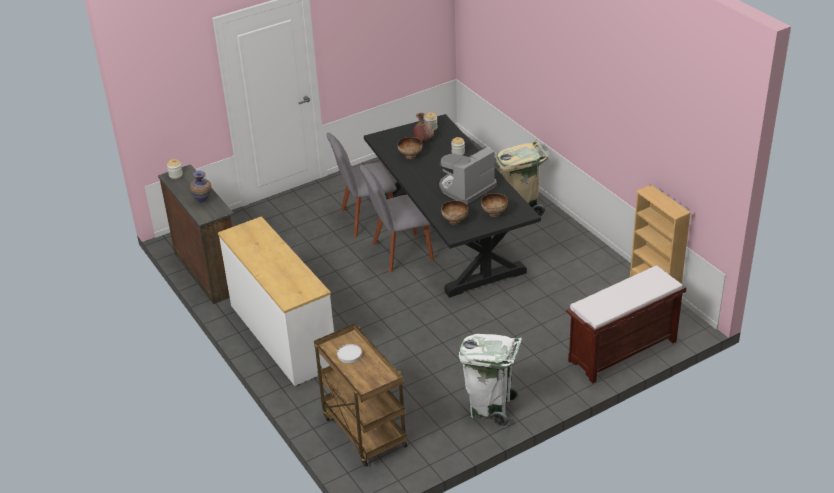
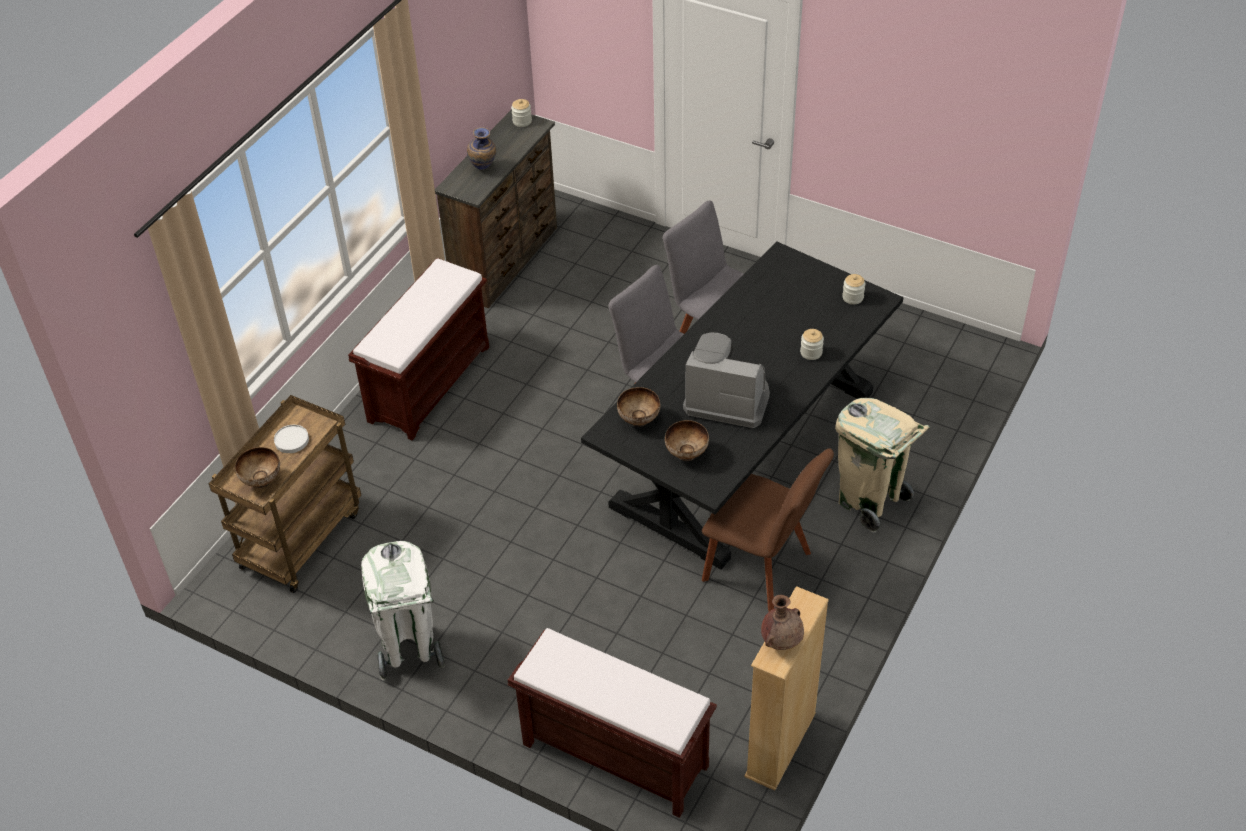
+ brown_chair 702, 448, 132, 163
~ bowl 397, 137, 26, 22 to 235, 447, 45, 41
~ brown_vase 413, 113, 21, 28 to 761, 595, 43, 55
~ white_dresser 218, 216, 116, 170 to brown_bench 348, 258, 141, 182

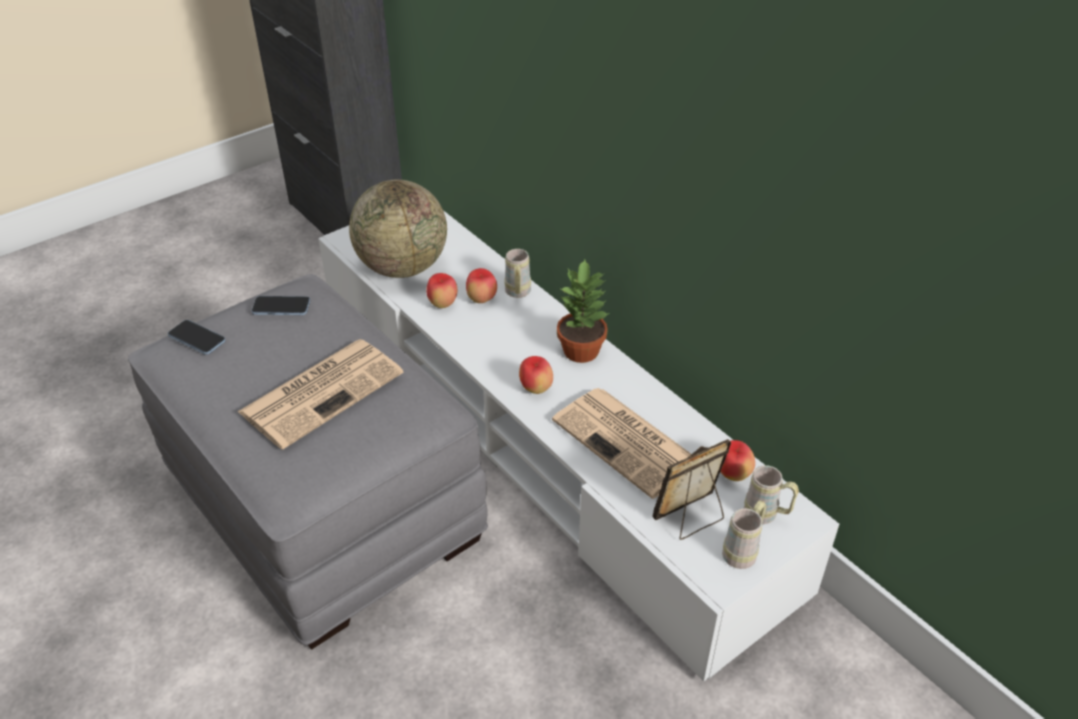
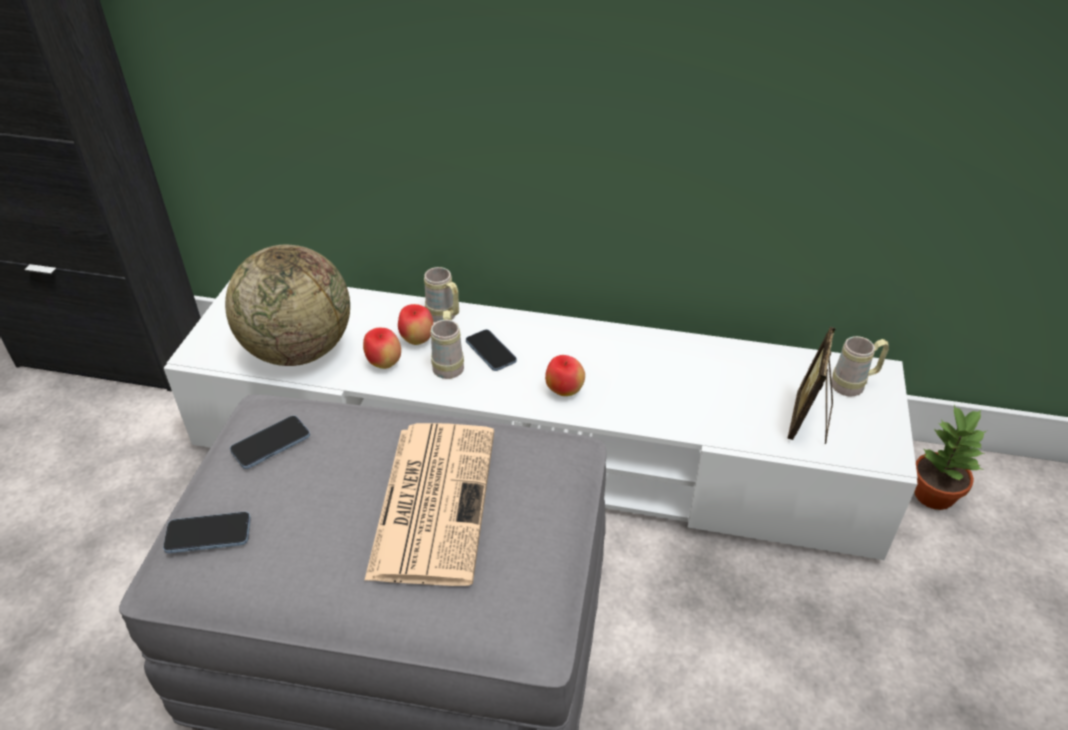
- newspaper 552, 388, 139, 111
- apple 720, 440, 35, 41
+ phone 466, 329, 51, 42
~ potted_plant 557, 259, 53, 104 to 914, 405, 72, 105
~ beige_mug 722, 500, 44, 69 to 431, 310, 33, 69

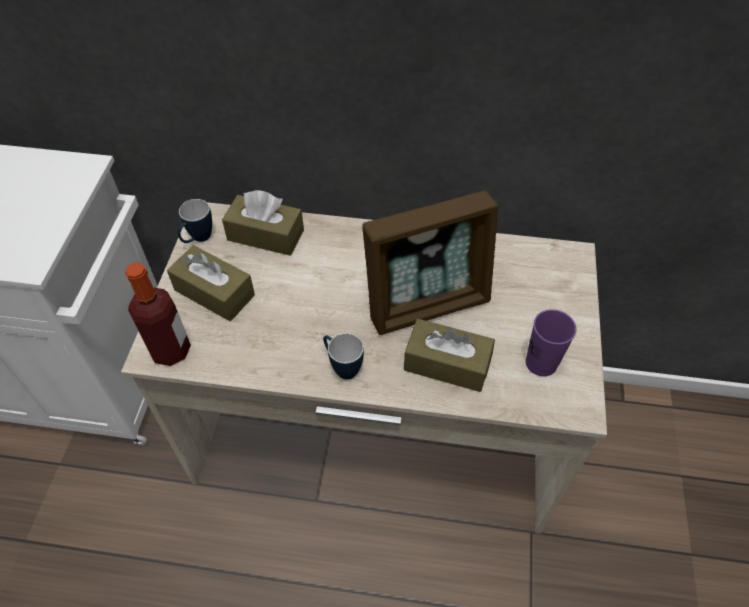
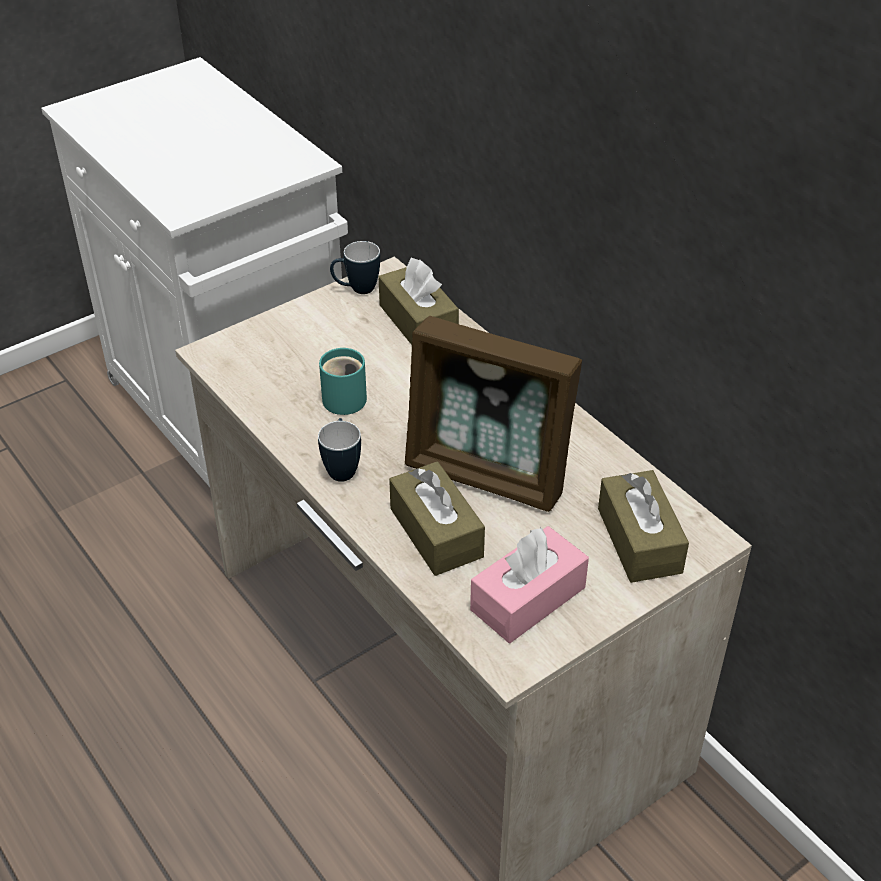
- bottle 125, 262, 66, 104
+ turquoise_mug 319, 348, 48, 67
~ brown_tissue_box 167, 245, 88, 76 to 598, 470, 91, 113
~ purple_cup 526, 309, 51, 67 to pink_tissue_box 470, 526, 119, 117

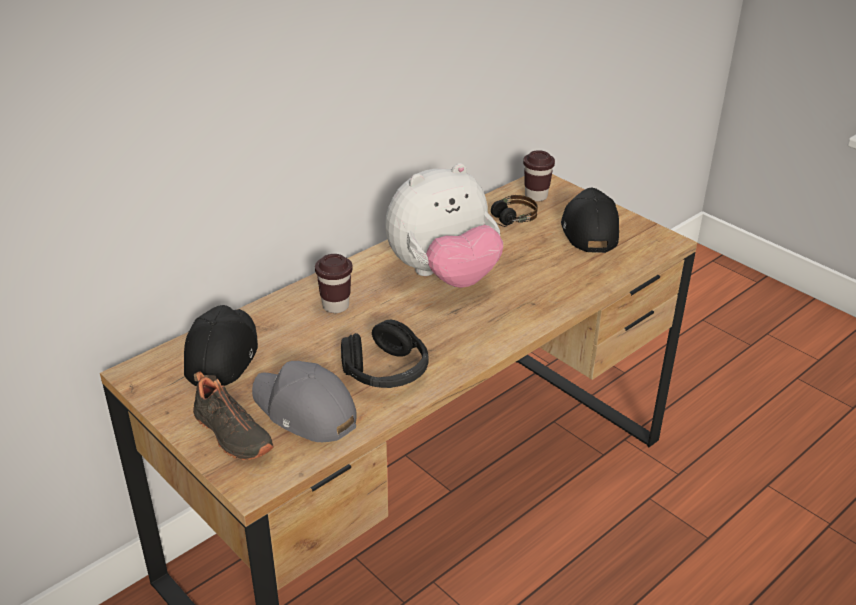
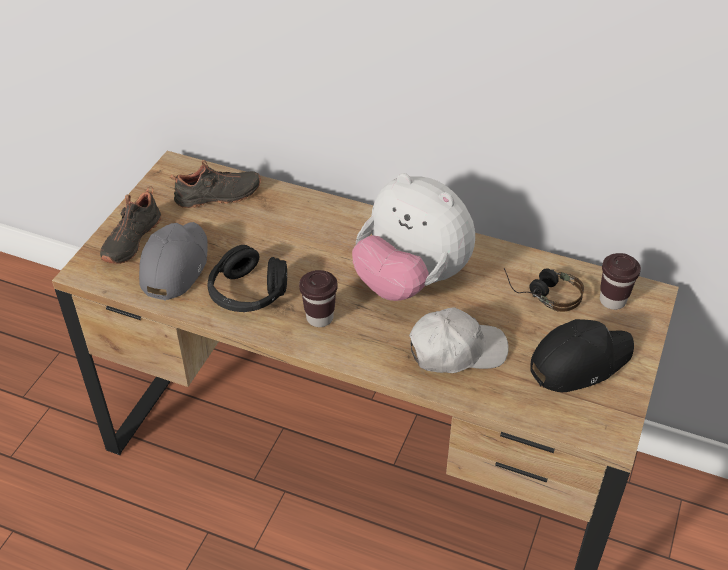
+ white_cap 409, 307, 99, 66
~ brown_cup 315, 254, 38, 59 to 299, 270, 39, 57
~ black_cap 184, 305, 74, 81 to black_shoe 170, 160, 91, 48

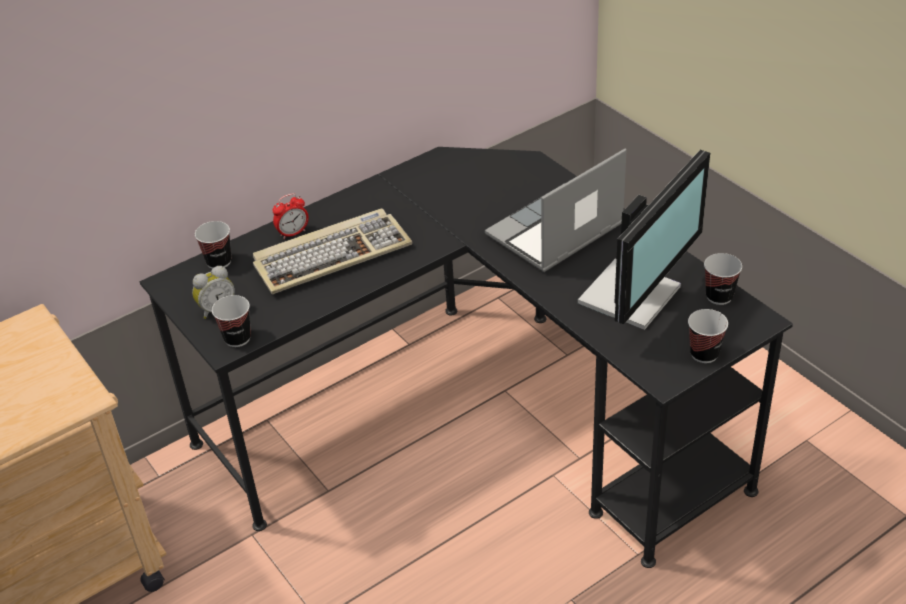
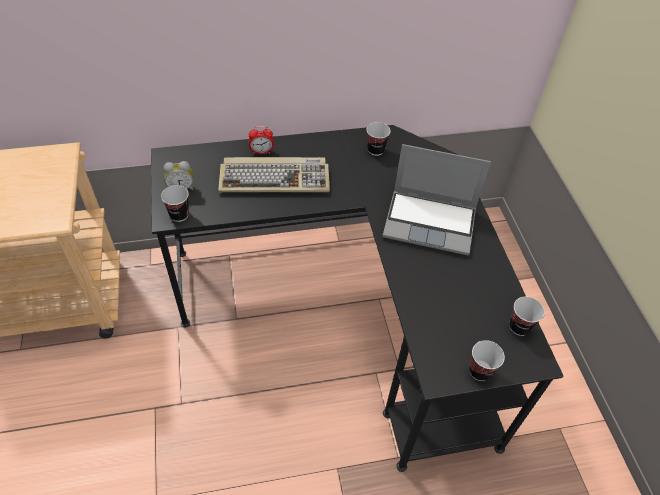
- monitor 578, 150, 132, 180
~ cup 195, 221, 36, 48 to 366, 122, 25, 34
~ laptop 485, 149, 141, 123 = 382, 144, 109, 111 150 degrees counterclockwise

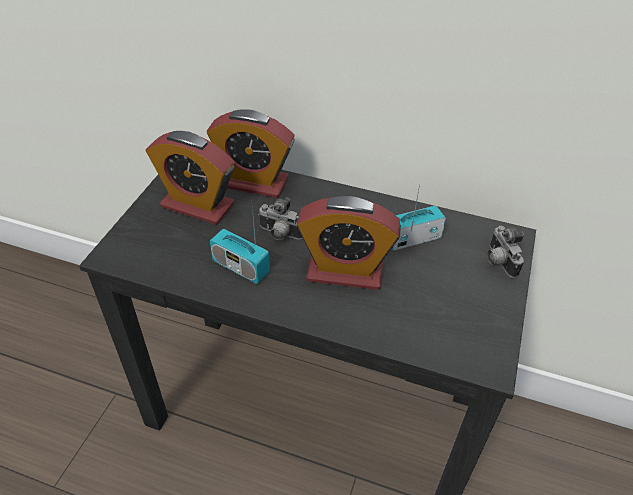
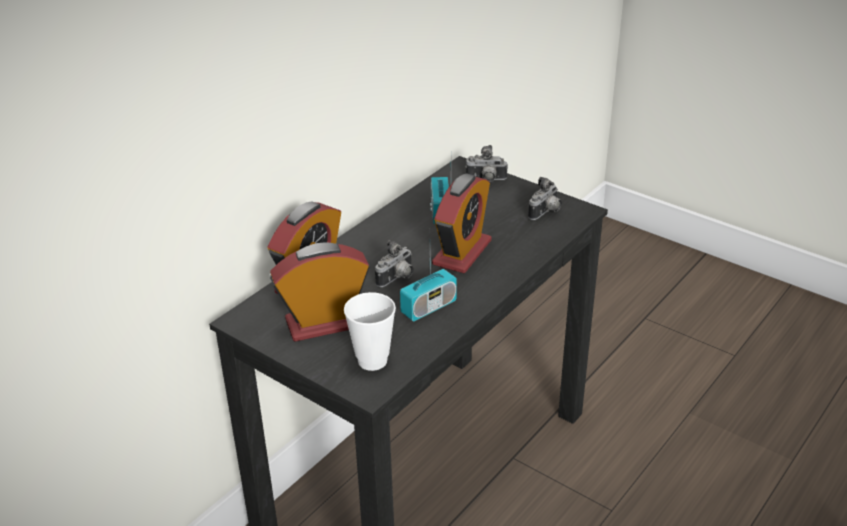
+ cup 344, 292, 52, 79
+ photo_camera 528, 177, 34, 43
~ alarm_clock 146, 131, 88, 94 = 270, 243, 99, 99 150 degrees counterclockwise

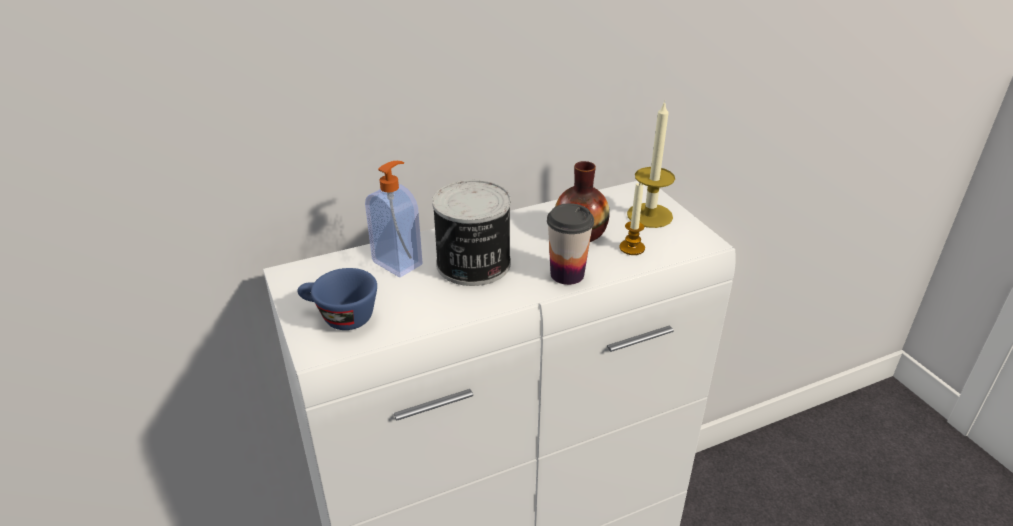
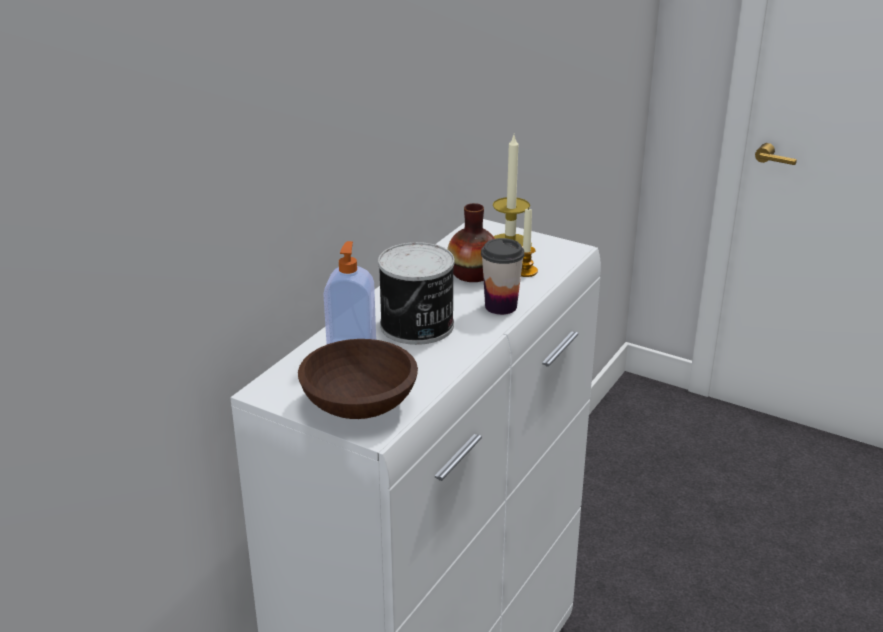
~ blue_cup 297, 268, 80, 62 to brown_bowl 298, 339, 120, 80

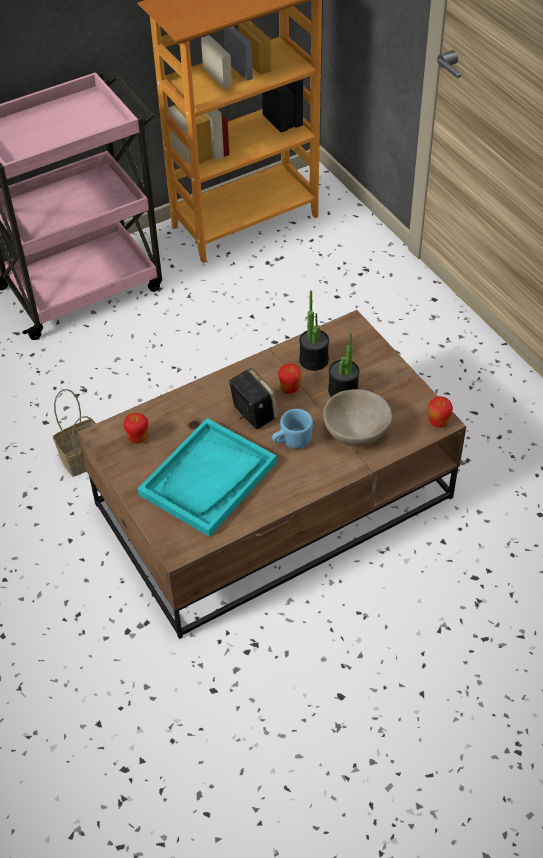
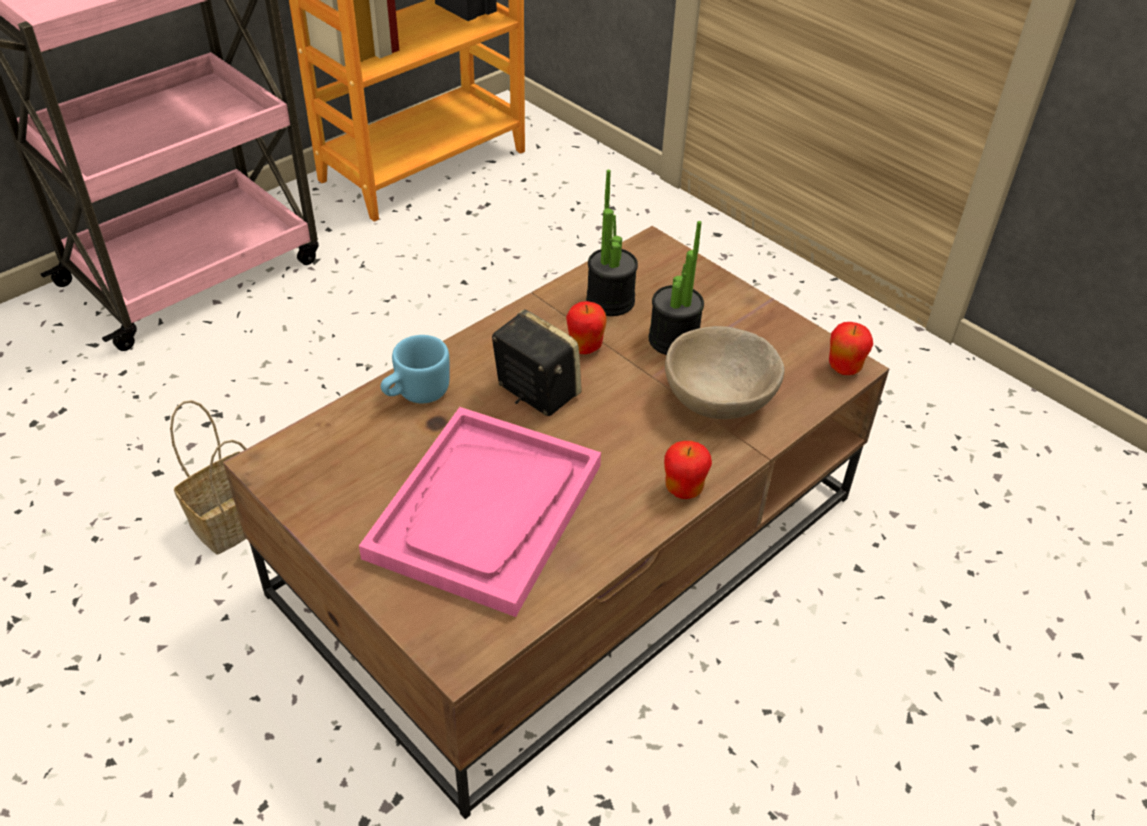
~ apple 123, 413, 25, 31 to 664, 441, 48, 58
~ blue_mug 272, 409, 41, 40 to 381, 335, 68, 69
~ turquoise_tray 138, 418, 139, 119 to pink_tray 359, 407, 242, 210

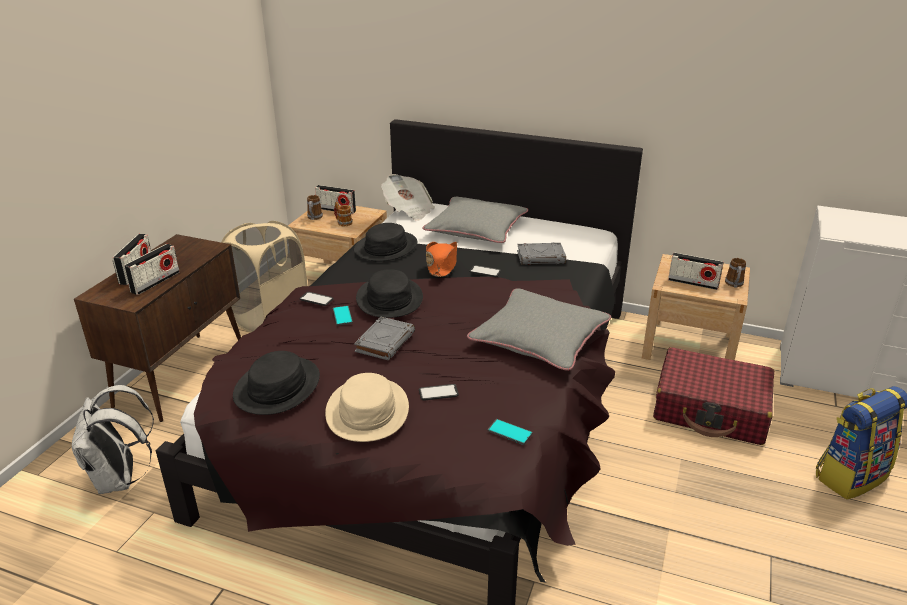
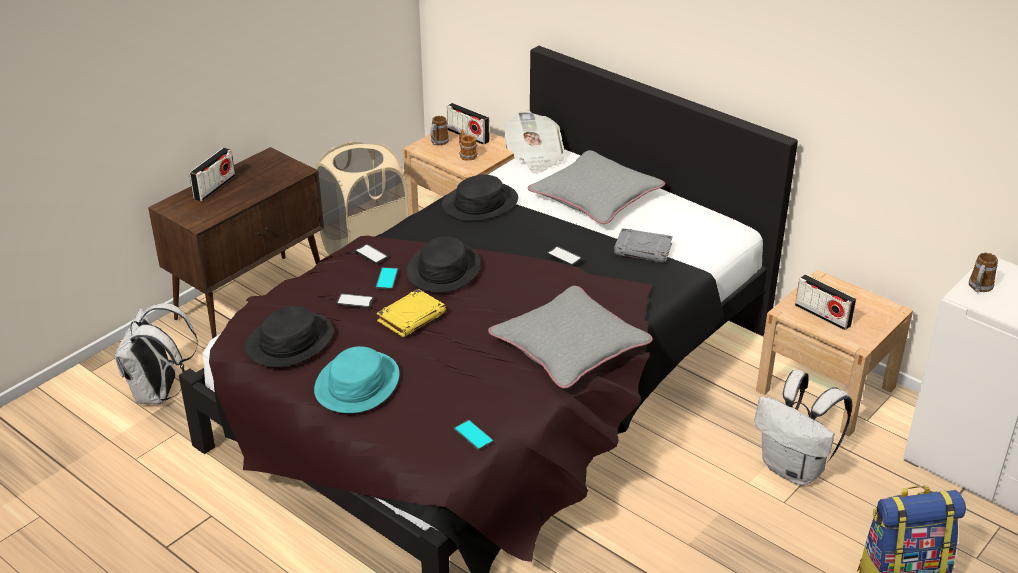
- radio 124, 244, 56, 51
- orange_hat 426, 242, 31, 35
~ phone 419, 384, 40, 17 to 336, 293, 38, 15
~ mug 725, 258, 21, 30 to 969, 253, 29, 39
~ red_suitcase 653, 347, 121, 98 to white_backpack 754, 370, 98, 116
~ beige_hat 325, 373, 84, 69 to turquoise_hat 314, 346, 86, 67
~ grey_book 354, 317, 61, 43 to yellow_book 377, 289, 69, 48

